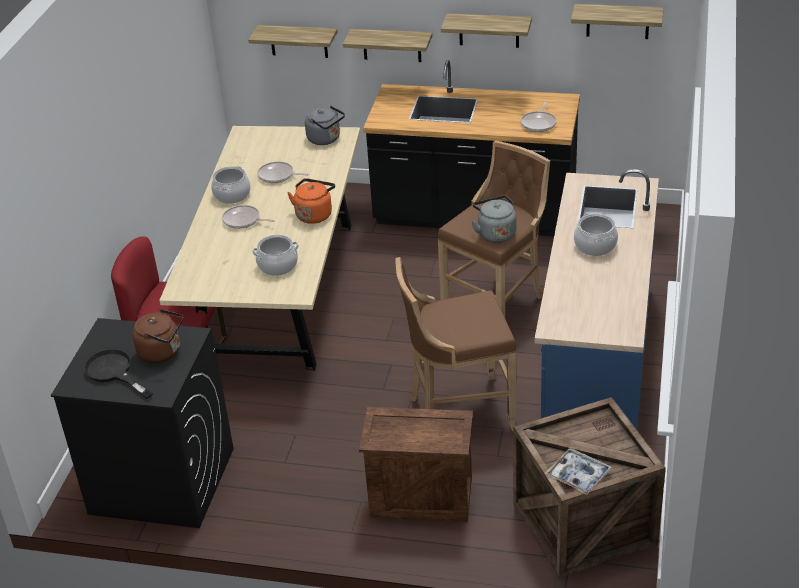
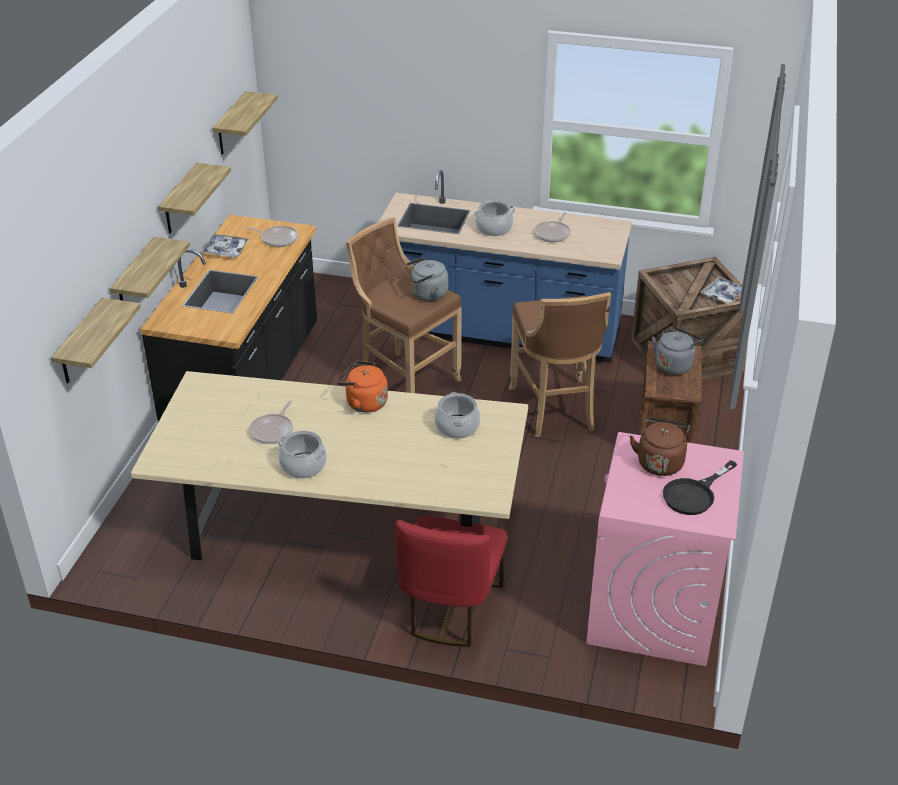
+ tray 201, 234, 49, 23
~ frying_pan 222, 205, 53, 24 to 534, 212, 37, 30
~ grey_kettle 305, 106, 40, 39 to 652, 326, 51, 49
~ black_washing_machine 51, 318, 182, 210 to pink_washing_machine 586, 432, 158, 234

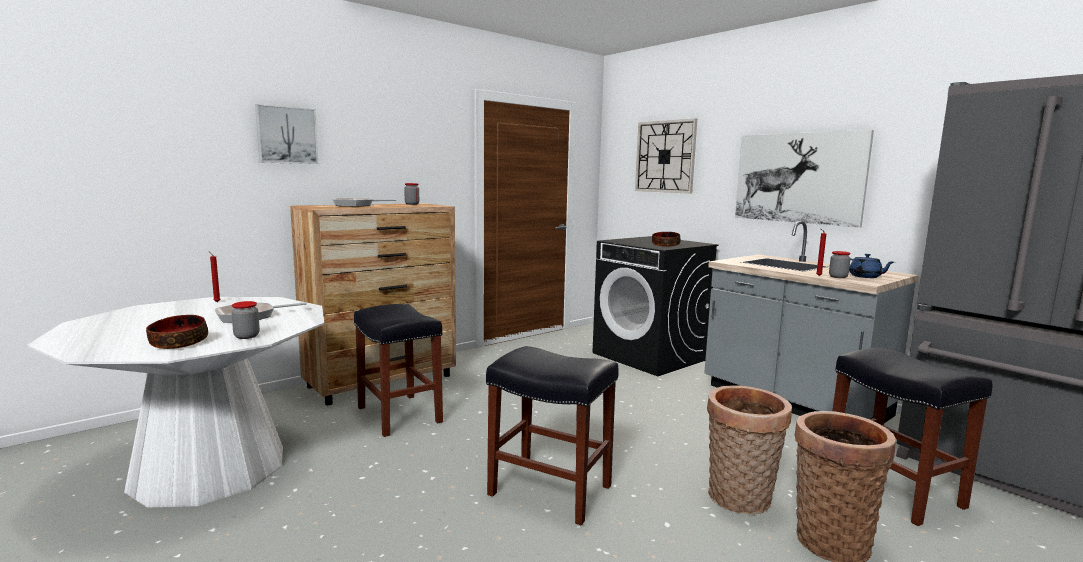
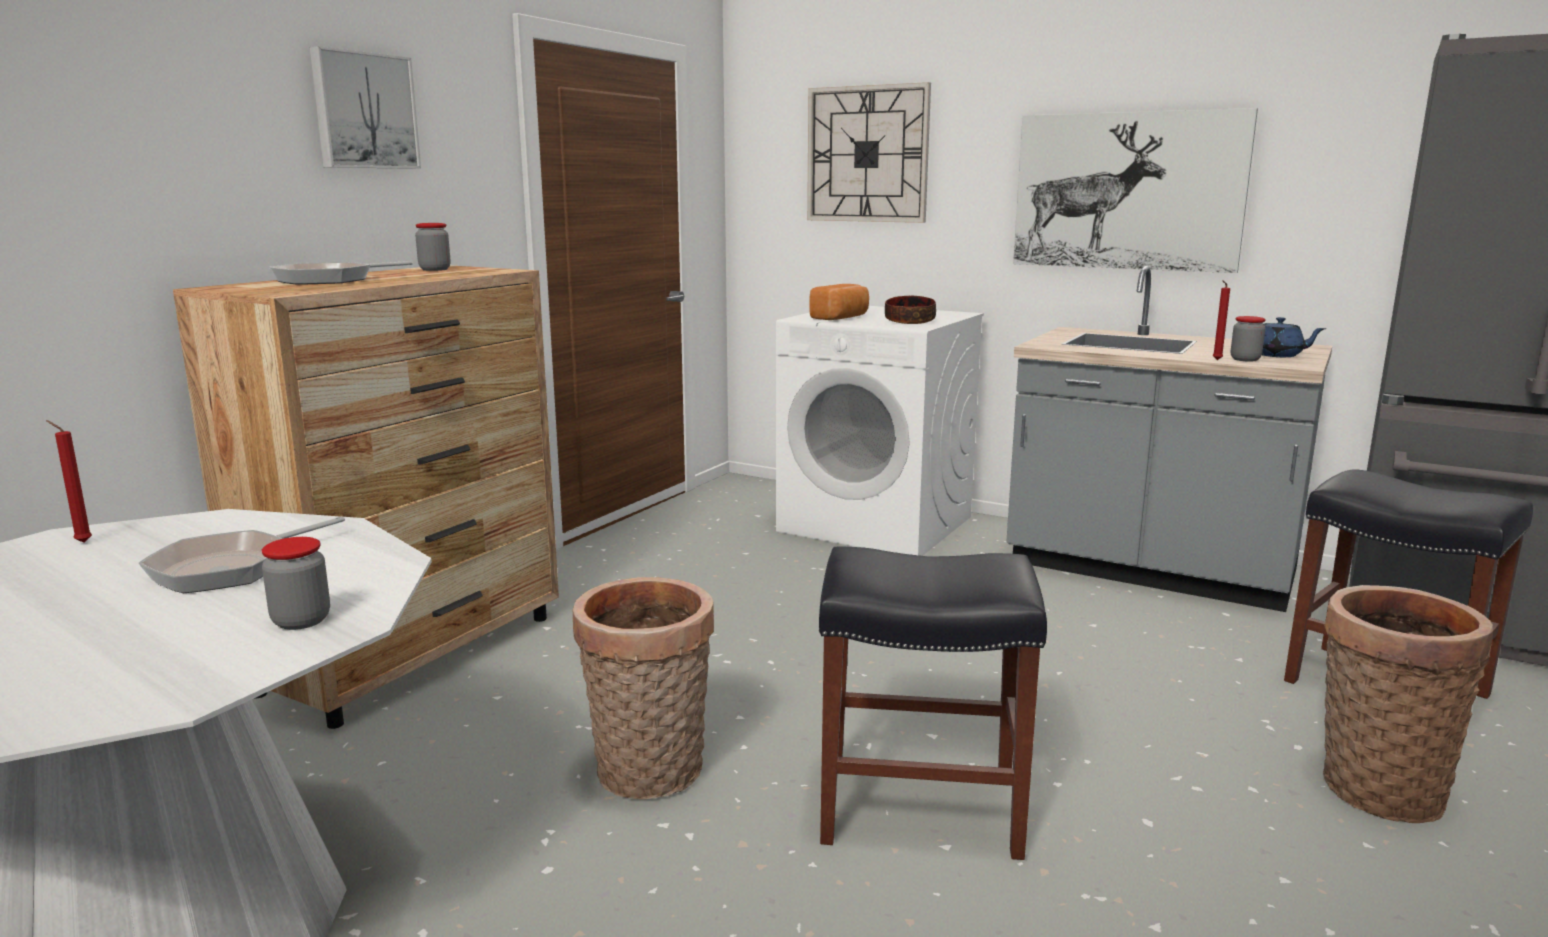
- bowl 146, 315, 62, 34
- black_stool 354, 304, 89, 133
+ bread 809, 284, 60, 36
~ picture 255, 104, 63, 60 to 309, 46, 112, 123
~ basket 707, 385, 85, 129 to 573, 577, 141, 222
~ black_washing_machine 593, 236, 125, 140 to white_washing_machine 776, 306, 208, 250

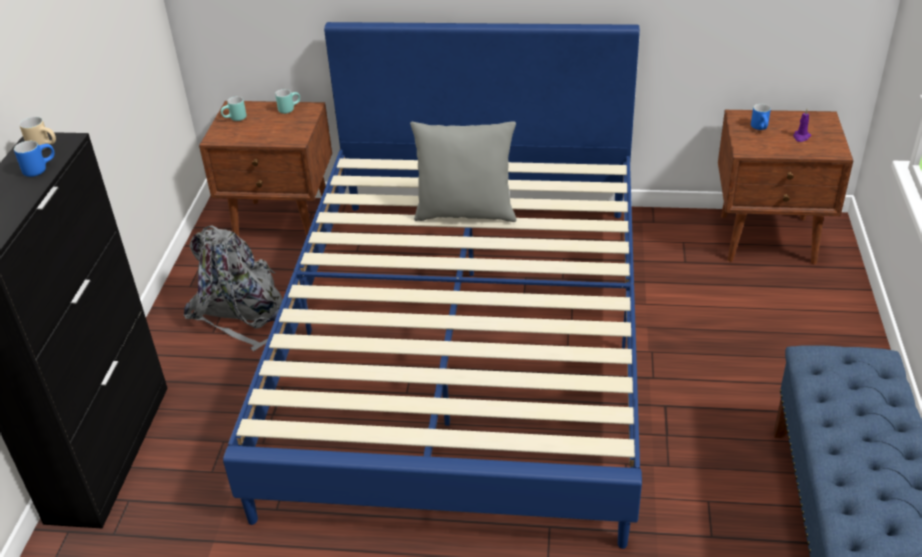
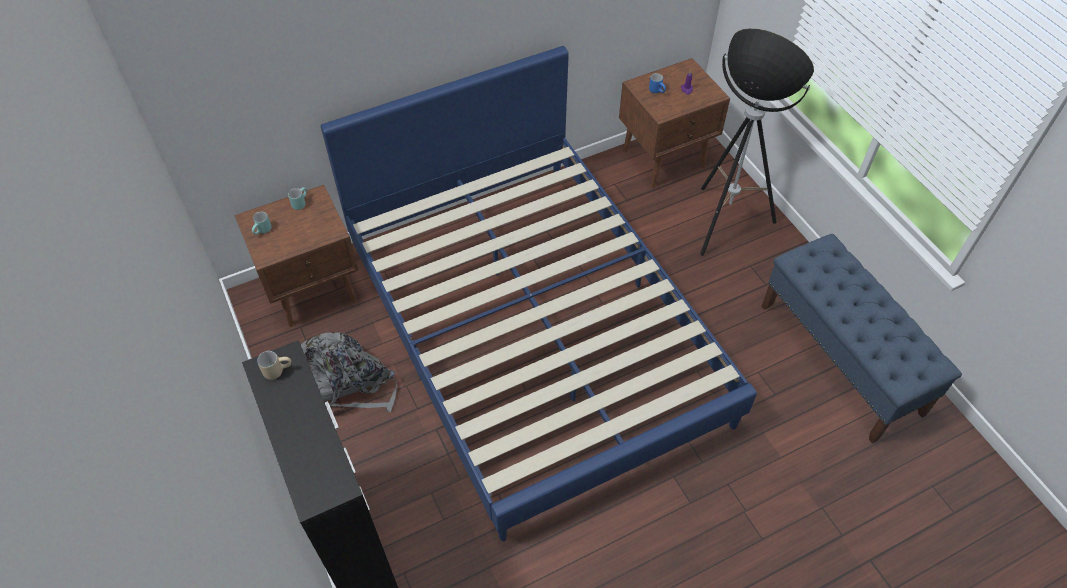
- blue_mug 14, 141, 40, 36
- grey_pillow 410, 121, 107, 101
+ floor_lamp 700, 28, 114, 228

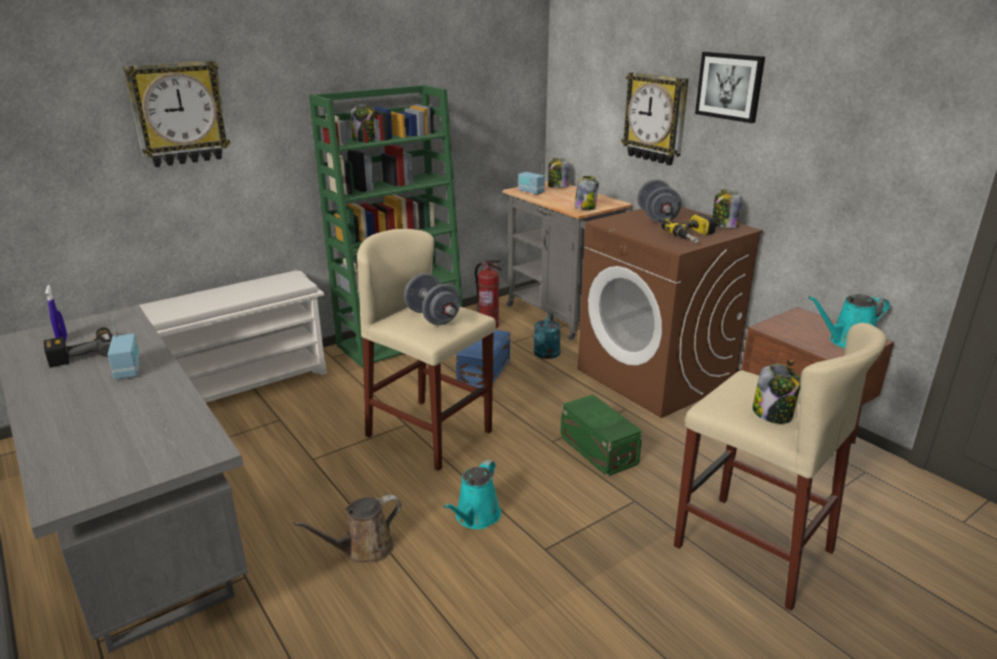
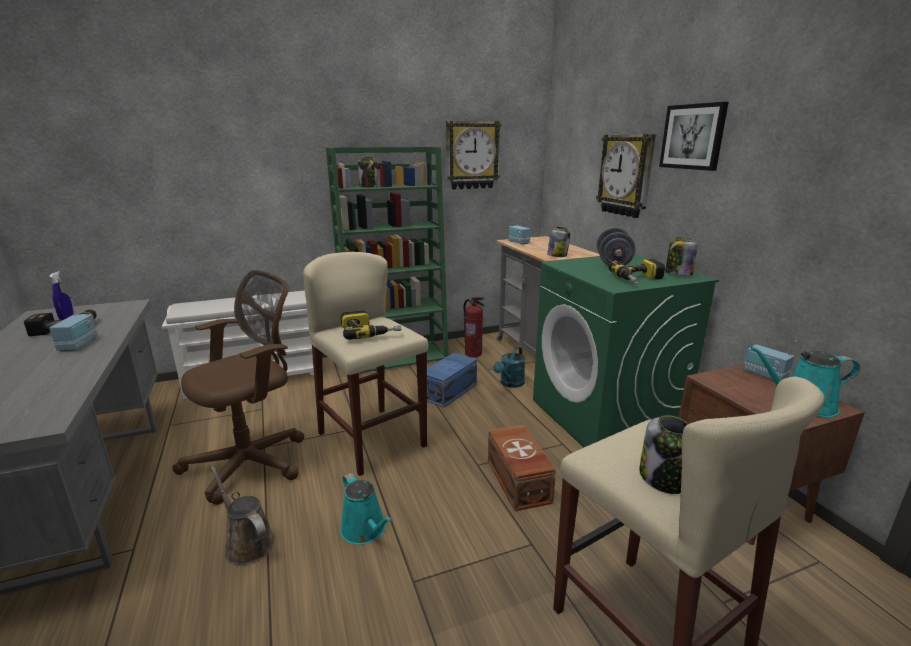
- jar 548, 158, 21, 30
+ brown_office_chair 173, 270, 131, 235
+ radio 743, 340, 54, 40
~ wall_clock 123, 61, 108, 106 to 446, 121, 55, 69
~ grey_dumbbell 404, 273, 57, 52 to power_drill 341, 310, 60, 30
~ green_storage_box 561, 394, 82, 83 to brown_storage_box 488, 425, 68, 86
~ brown_washing_machine 577, 207, 186, 211 to green_washing_machine 533, 254, 186, 194
~ brown_watering_can 293, 495, 108, 68 = 211, 466, 64, 99 60 degrees clockwise
~ turquoise_watering_can 443, 459, 58, 70 = 340, 473, 52, 72 75 degrees counterclockwise

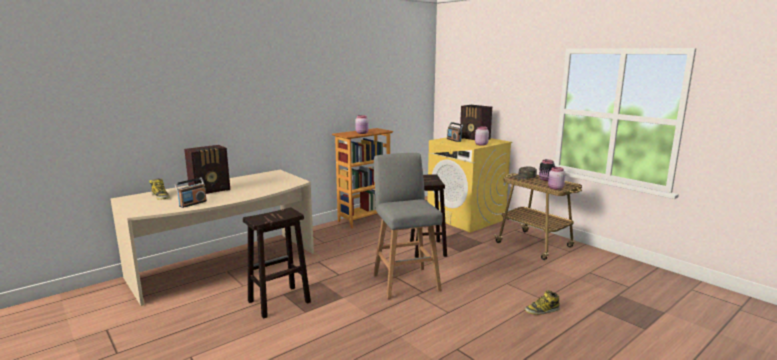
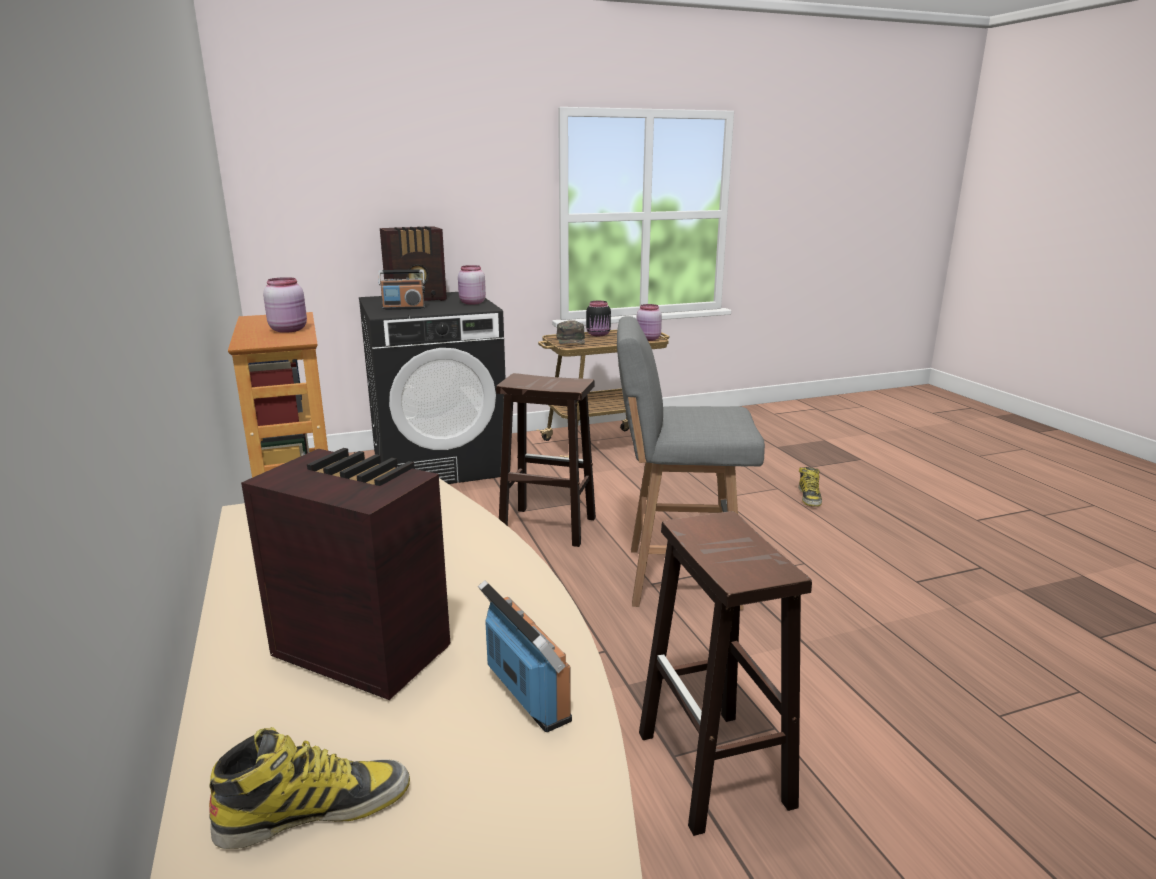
~ yellow_washing_machine 427, 137, 85, 96 to black_washing_machine 359, 292, 147, 192
~ radio 184, 145, 46, 49 = 241, 448, 209, 252 45 degrees counterclockwise

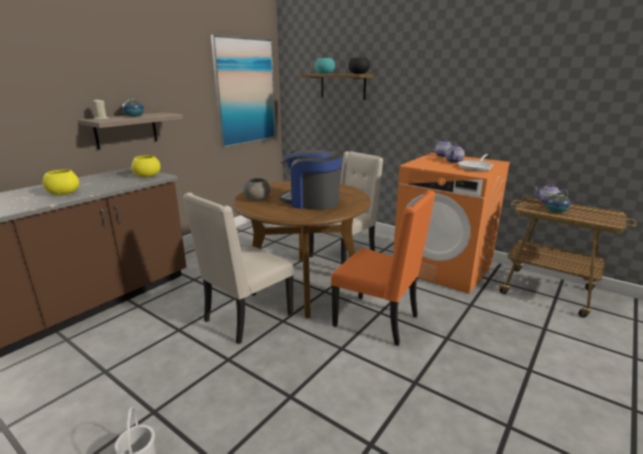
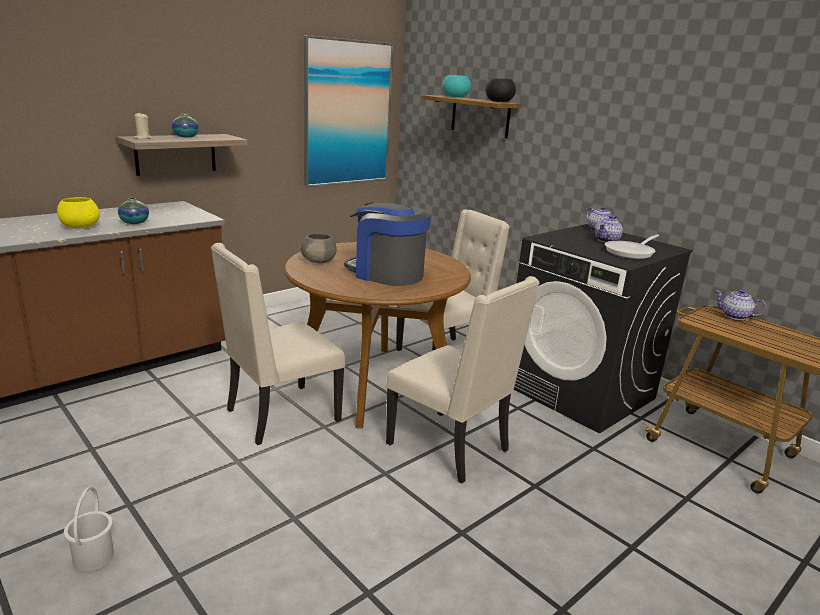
- yellow_bowl 131, 155, 29, 22
~ vase 546, 193, 24, 20 to 118, 198, 31, 26
~ orange_chair 331, 190, 105, 156 to beige_chair 386, 276, 153, 208
~ orange_washing_machine 393, 153, 117, 141 to black_washing_machine 514, 224, 179, 209

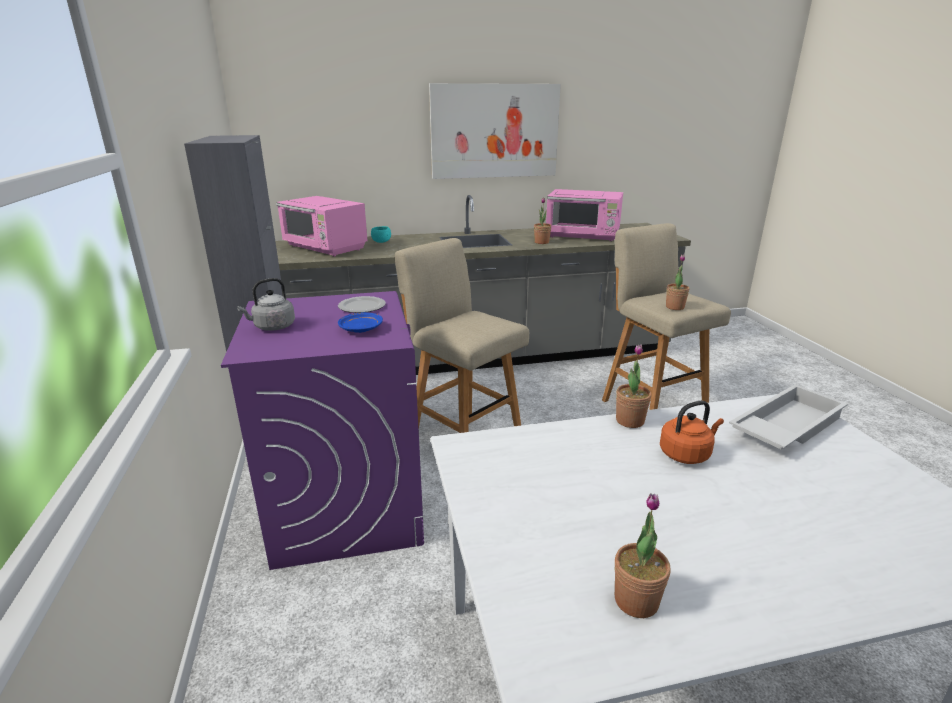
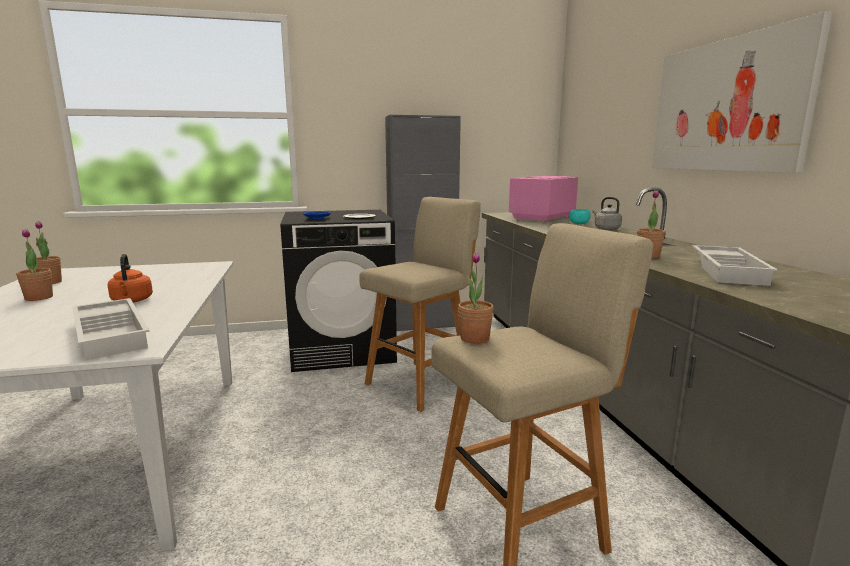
~ grey_kettle 237, 278, 58, 53 to 592, 197, 30, 33
~ potted_plant 616, 344, 35, 84 to 16, 229, 37, 72
~ pink_microwave 546, 189, 77, 52 to white_tray 692, 245, 86, 41
~ purple_washing_machine 221, 291, 203, 279 to black_washing_machine 280, 210, 117, 162

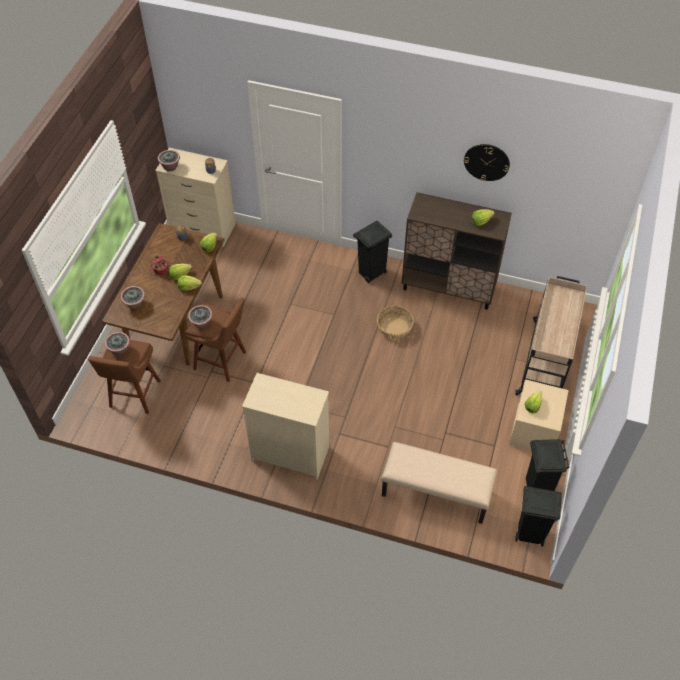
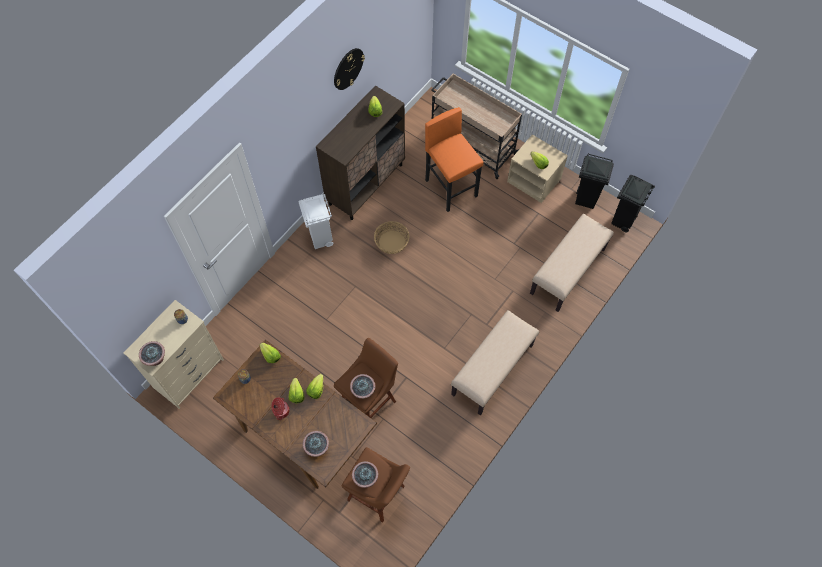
+ orange_stool 425, 107, 59, 105
~ beige_dresser 242, 373, 87, 106 to beige_bench 451, 310, 88, 105
~ black_trash_can 353, 221, 39, 62 to white_trash_can 298, 194, 35, 55

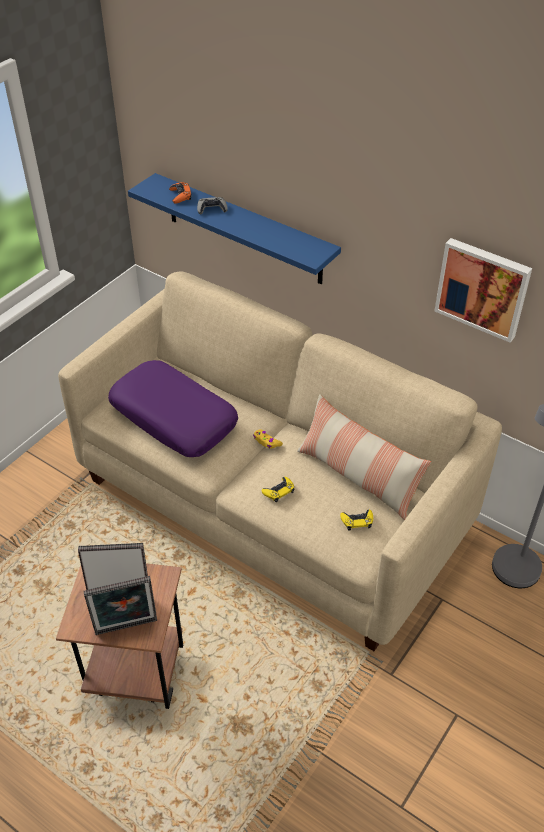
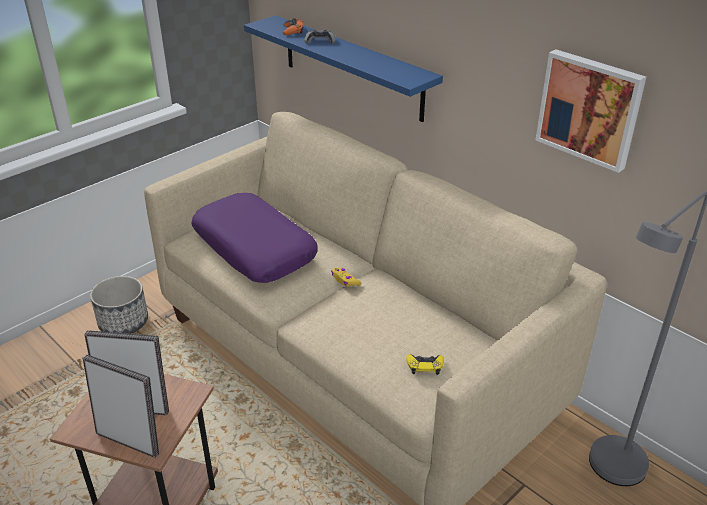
- yellow_game_controller 262, 477, 33, 25
- pillow 297, 394, 134, 126
+ planter 90, 276, 58, 58
~ picture_frame 84, 576, 73, 59 = 83, 354, 76, 104 150 degrees counterclockwise

